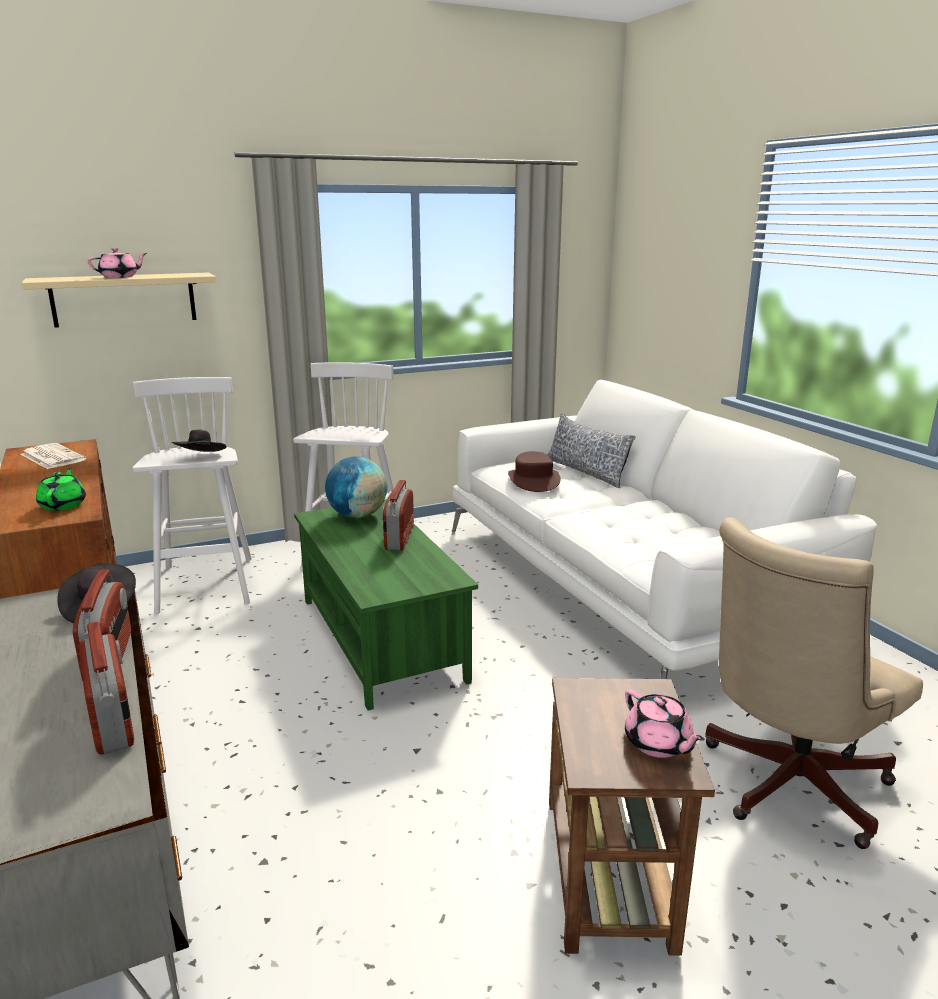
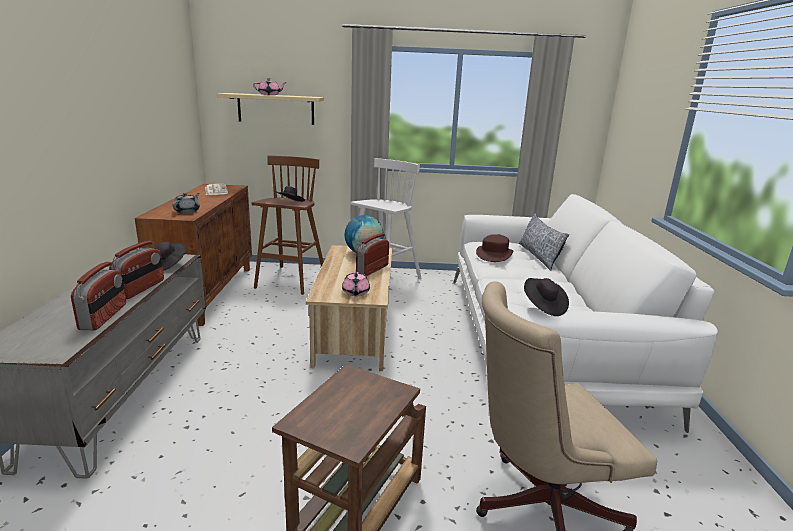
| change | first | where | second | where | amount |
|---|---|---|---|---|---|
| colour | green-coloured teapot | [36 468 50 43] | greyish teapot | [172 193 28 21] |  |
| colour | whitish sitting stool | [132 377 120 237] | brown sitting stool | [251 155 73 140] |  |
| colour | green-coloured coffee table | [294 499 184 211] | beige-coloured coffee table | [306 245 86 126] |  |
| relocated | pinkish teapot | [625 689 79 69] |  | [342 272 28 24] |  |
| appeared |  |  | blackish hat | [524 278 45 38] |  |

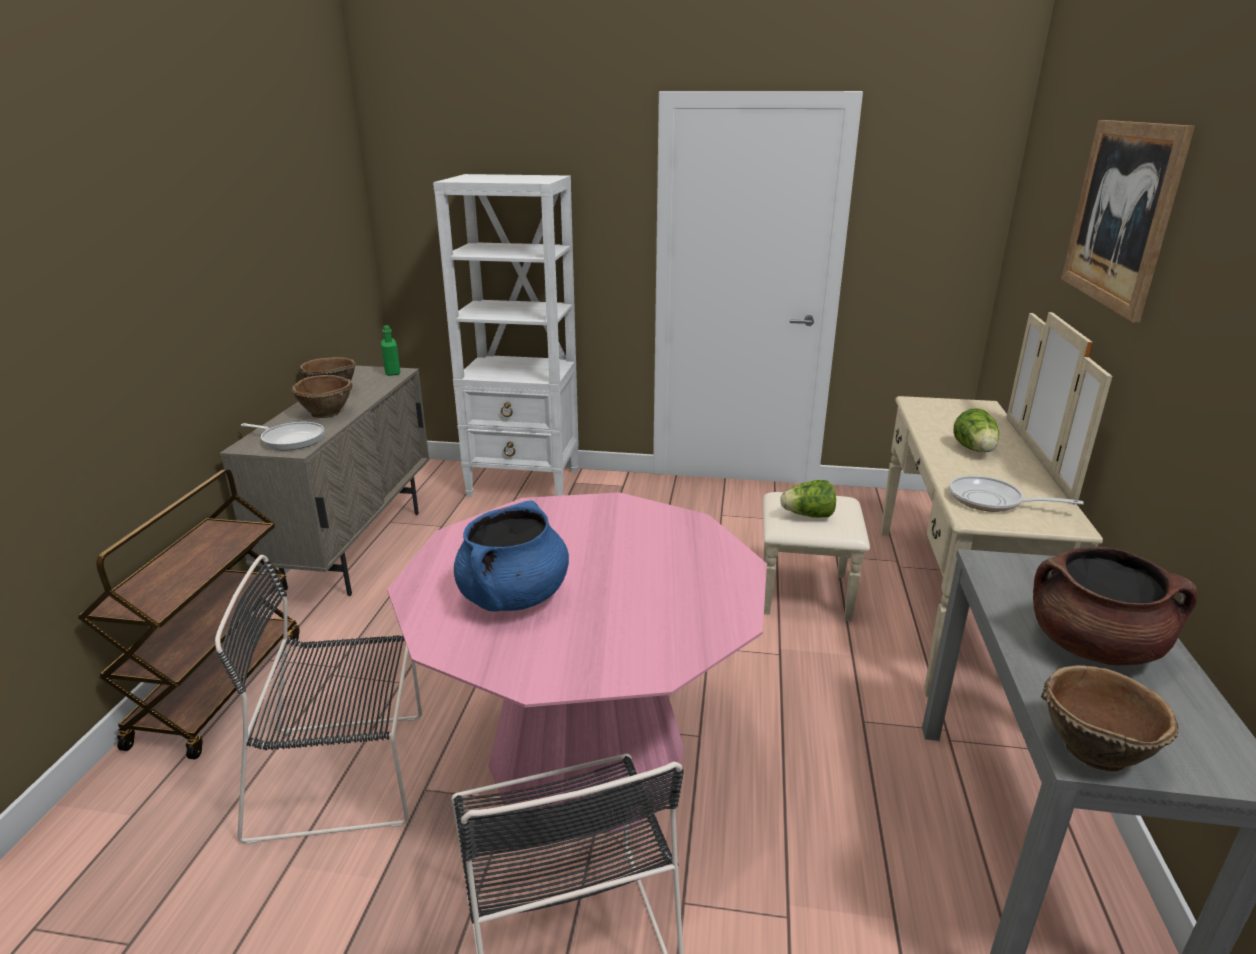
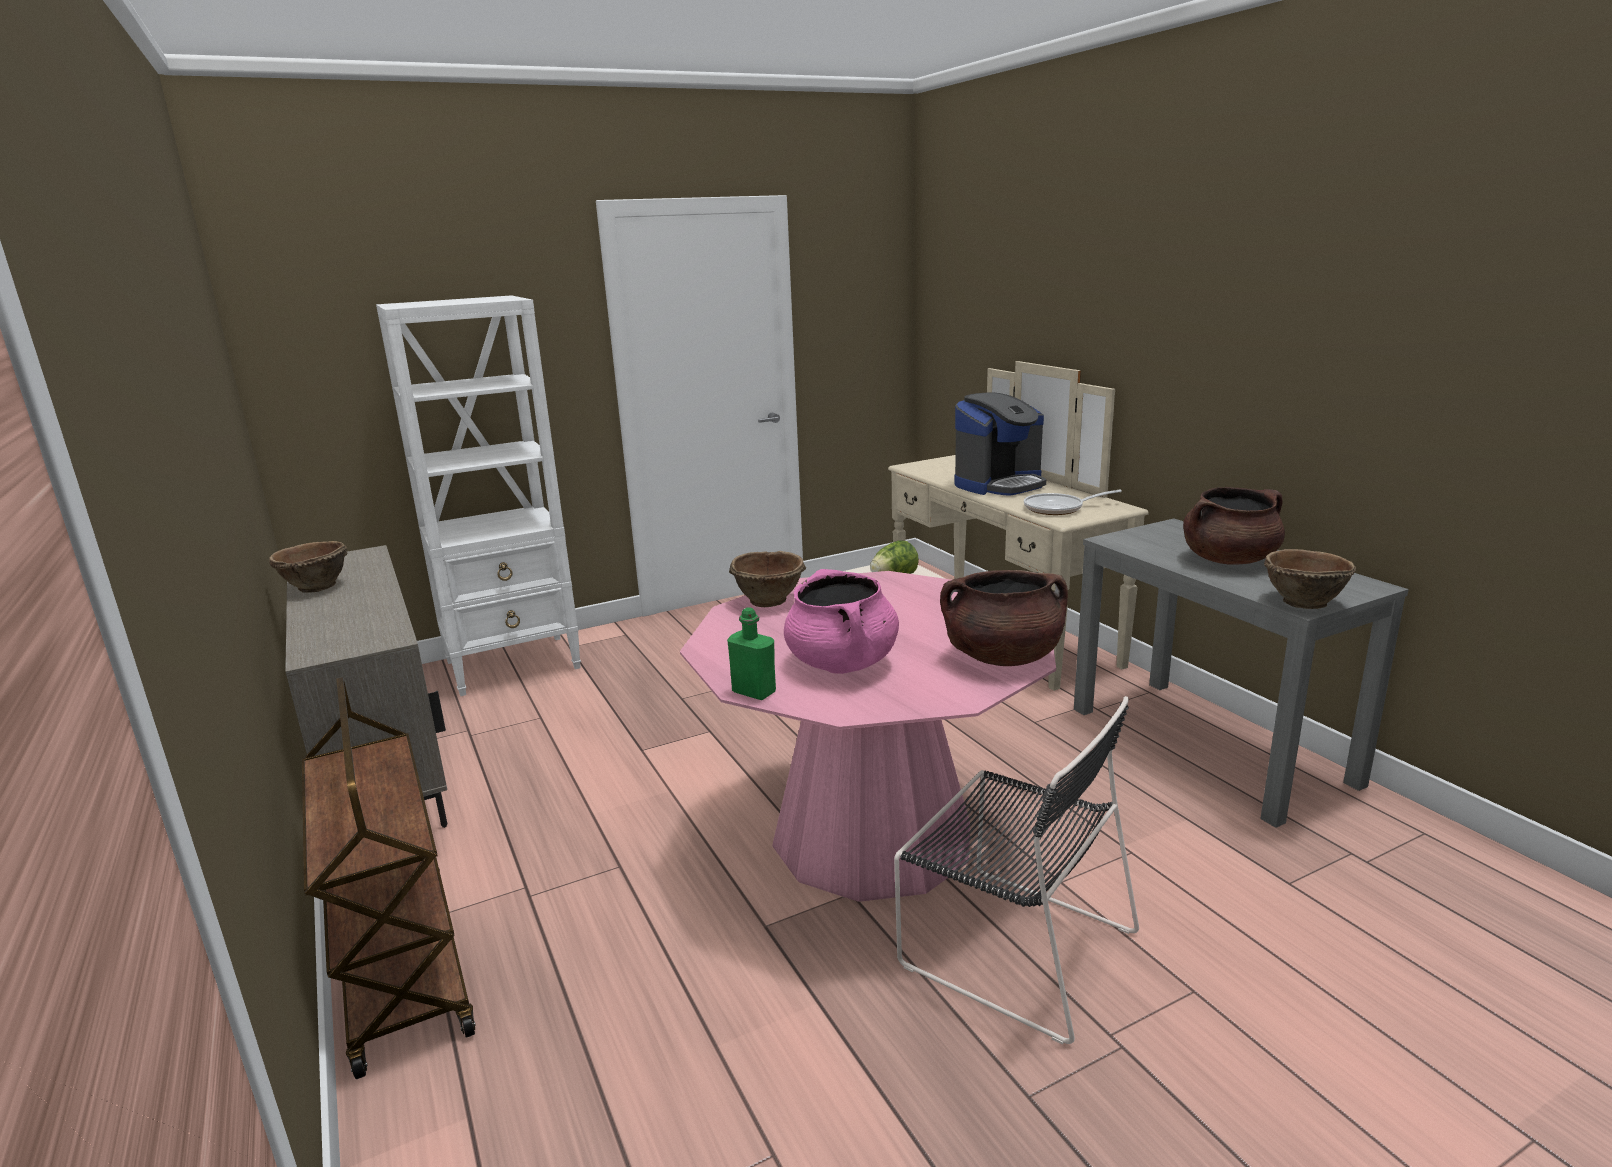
| change | first | where | second | where | amount |
|---|---|---|---|---|---|
| relocated | green-coloured beverage bottle | [381 325 19 51] |  | [727 607 49 93] |  |
| relocated | brown serving bowl | [291 375 61 43] |  | [729 551 77 56] |  |
| colour | bluish stockpot | [454 500 115 111] | pinkish stockpot | [784 569 115 105] |  |
| appeared |  |  | brown stockpot | [940 570 128 96] |  |
| exchanged | head of lettuce | [953 408 46 44] | coffee machine | [954 393 92 103] |  |
| missing | blackish upright chair | [215 555 207 289] |  |  |  |
| missing | frying pan | [241 422 83 28] |  |  |  |
| missing | wall art | [1061 120 134 203] |  |  |  |

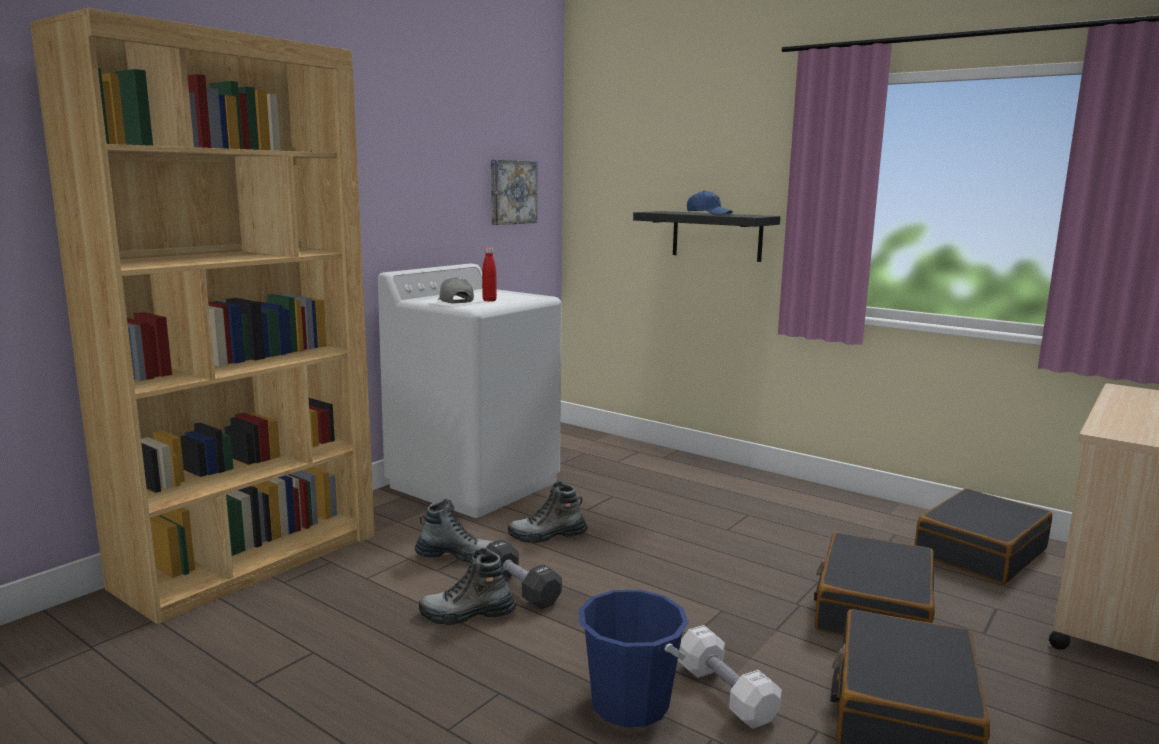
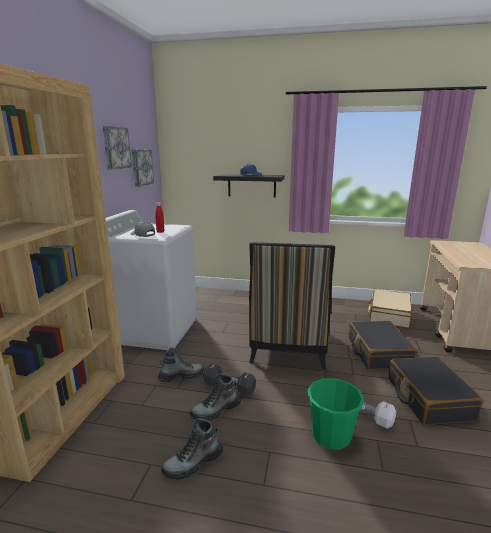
| change | first | where | second | where | amount |
|---|---|---|---|---|---|
| appeared |  |  | wall art | [103 126 29 44] |  |
| relocated | tall boot | [508 481 79 62] |  | [162 418 61 62] |  |
| appeared |  |  | upright chair | [249 242 86 128] |  |
| colour | bluish pail | [579 590 110 137] | green-coloured pail | [307 378 58 71] |  |
| colour | blackish suitcase | [915 489 137 95] | beige-coloured suitcase | [368 289 44 39] |  |

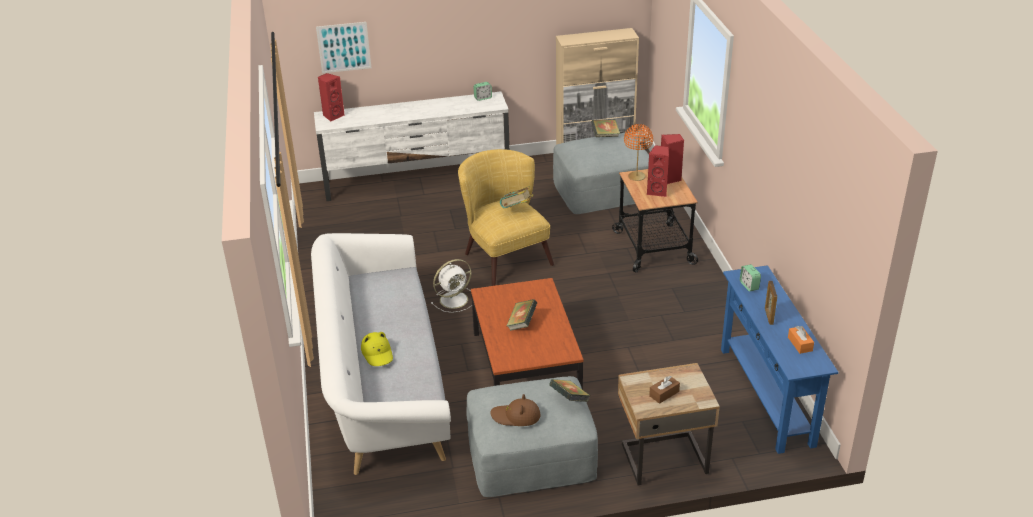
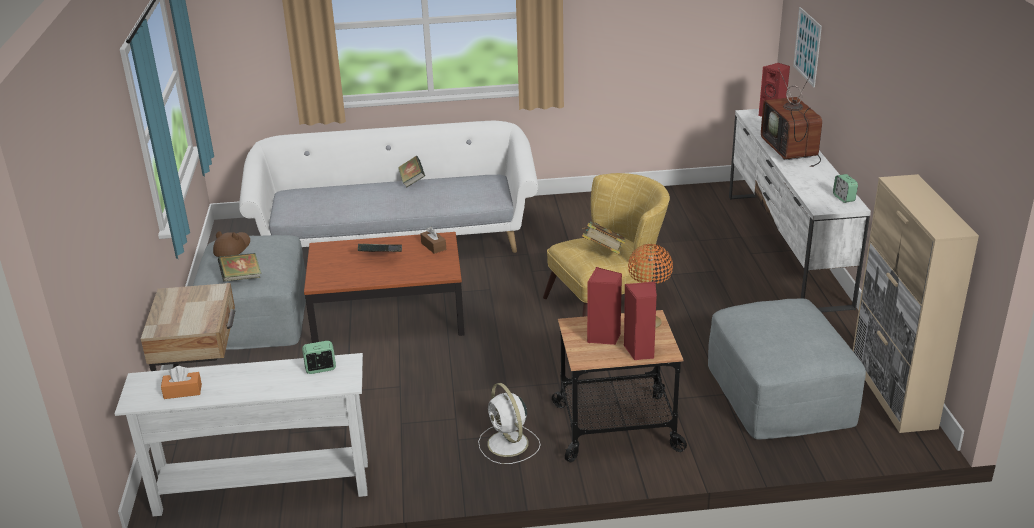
| change | first | where | second | where | amount |
|---|---|---|---|---|---|
| colour | bluish hall table | [721 265 118 189] | whitish hall table | [114 353 254 163] |  |
| relocated | volume | [591 119 29 18] |  | [398 156 27 32] |  |
| relocated | brown tissue box | [649 376 31 28] |  | [420 226 26 28] |  |
| relocated | whitish fan | [431 259 41 54] |  | [478 383 62 81] |  |
| appeared |  |  | TV | [761 68 61 99] |  |
| missing | yellow-coloured hat | [361 332 32 34] |  |  |  |
| missing | photo frame | [765 281 12 44] |  |  |  |

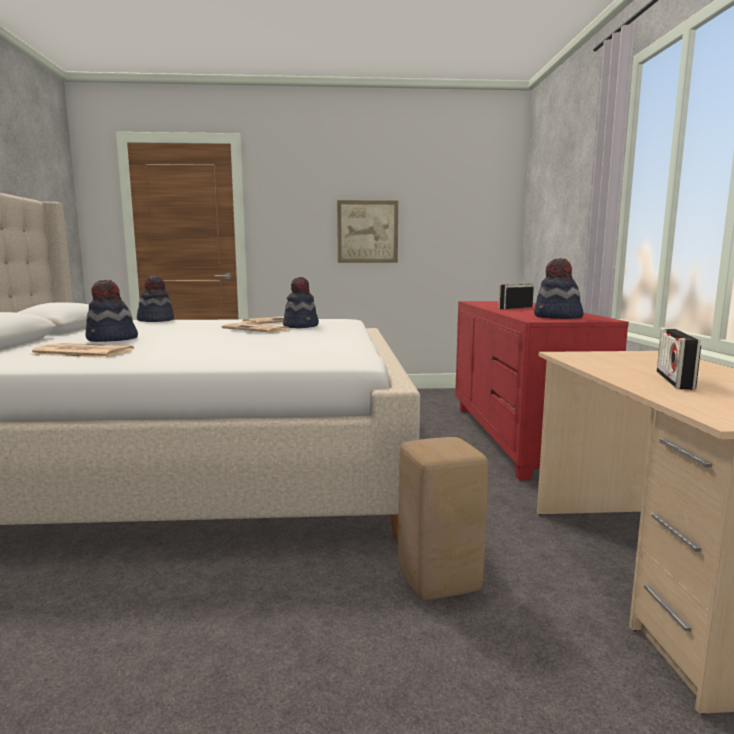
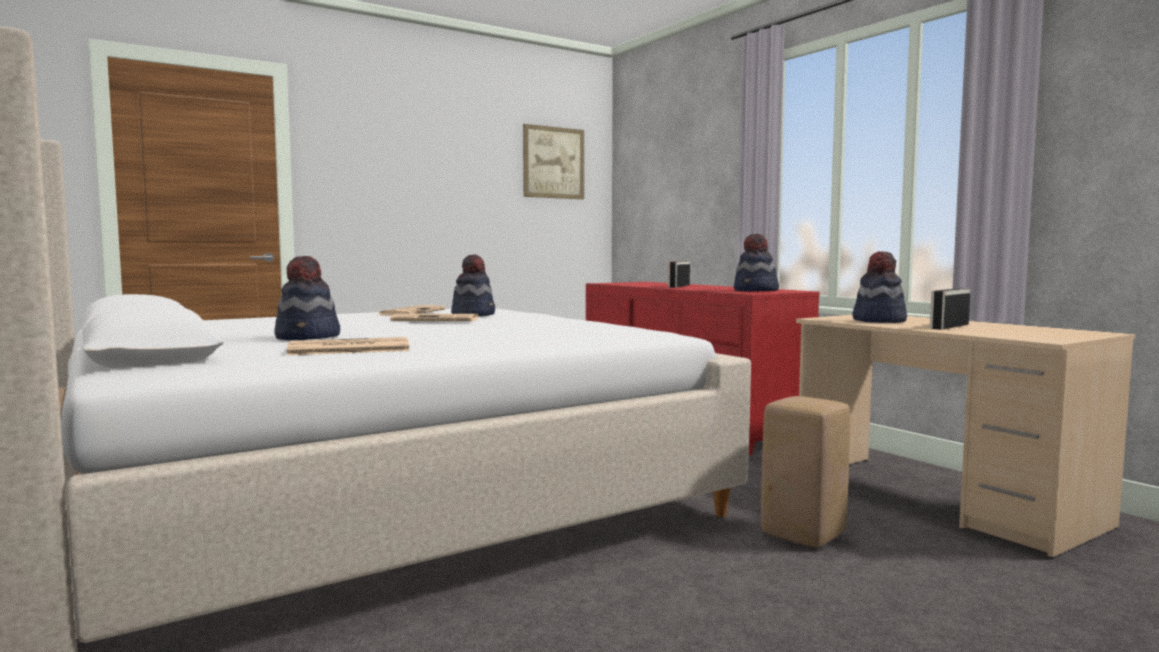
| change | first | where | second | where | amount |
|---|---|---|---|---|---|
| relocated | wall art | [337 200 61 63] |  | [523 124 61 75] |  |
| relocated | hat | [137 276 37 46] |  | [853 251 54 72] |  |
| spun | radio set | [657 329 44 61] |  | [930 288 40 42] | 60 degrees clockwise |

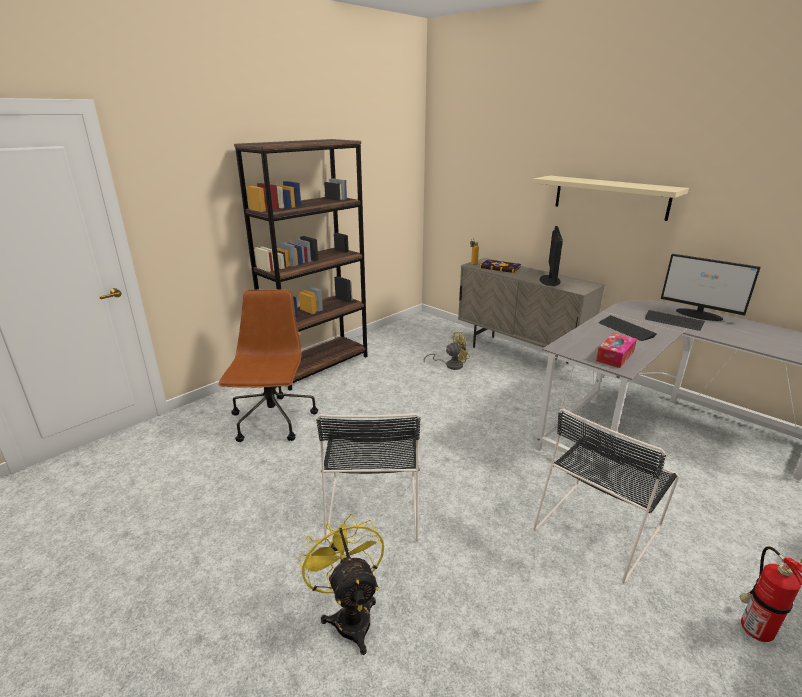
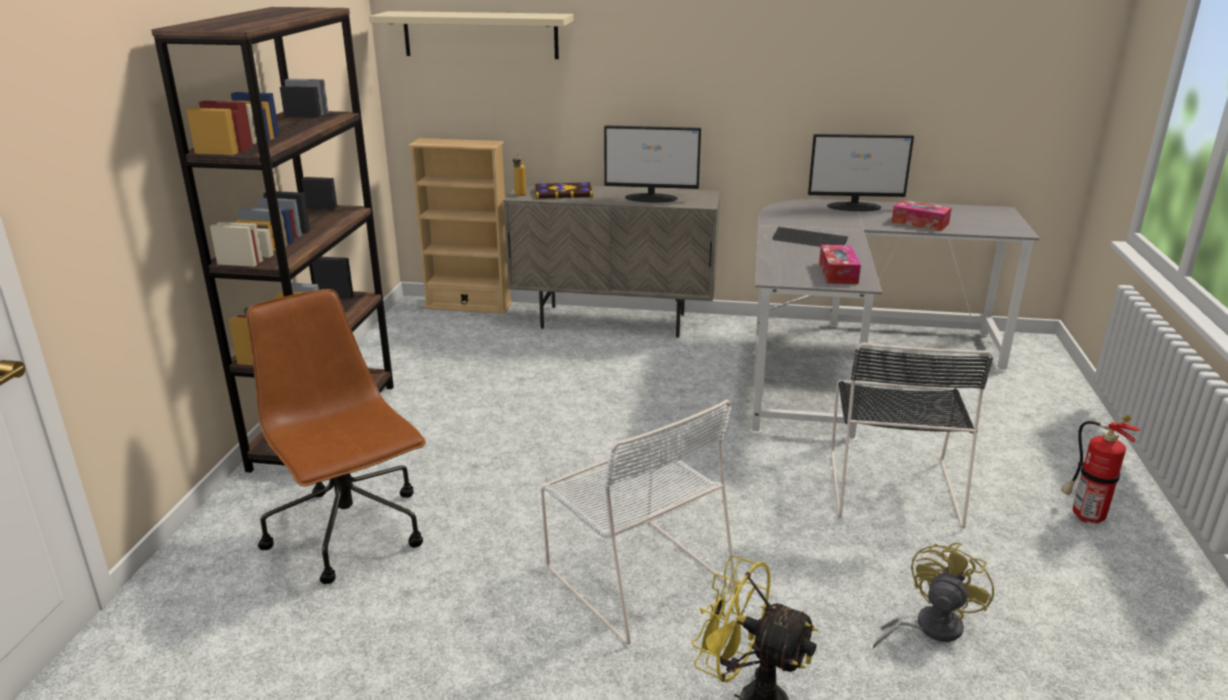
| change | first | where | second | where | amount |
|---|---|---|---|---|---|
| relocated | beige-coloured bracket shelf | [532 176 157 45] |  | [369 11 205 48] |  |
| appeared |  |  | beige-coloured bookcase | [408 138 104 176] |  |
| colour | blackish upright chair | [316 413 104 129] | whitish upright chair | [541 400 195 245] |  |
| spun | computer display | [540 226 23 60] |  | [604 125 97 77] | 120 degrees clockwise |
| relocated | yellow-coloured fan | [424 332 46 38] |  | [873 542 121 107] |  |
| appeared |  |  | tissue box | [892 200 60 31] |  |
| missing | PC keyboard | [645 310 60 21] |  |  |  |

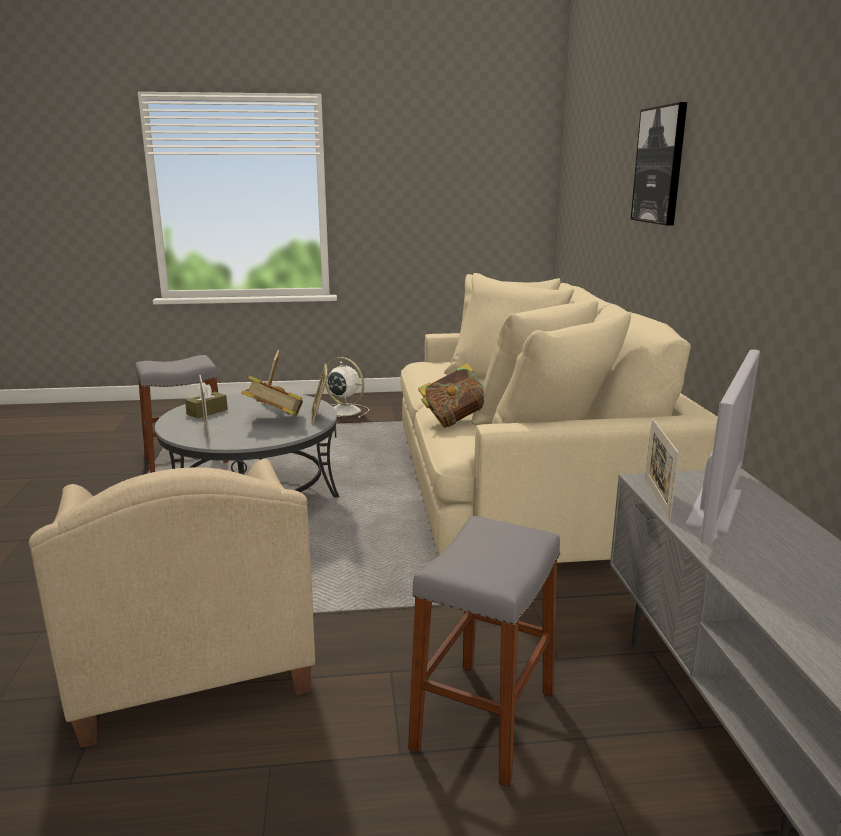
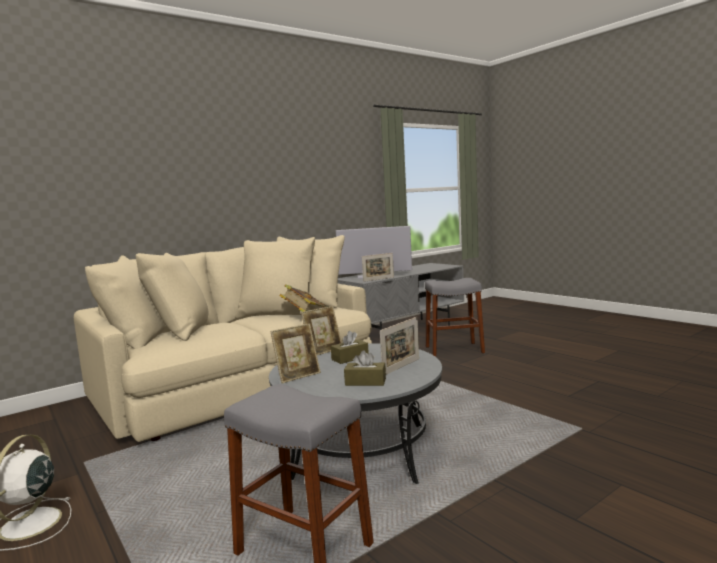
| change | first | where | second | where | amount |
|---|---|---|---|---|---|
| exchanged | volume | [241 376 62 40] | brown tissue box | [331 331 38 33] |  |
| missing | beige-coloured armchair | [29 459 286 289] |  |  |  |
| missing | wall art | [630 102 57 123] |  |  |  |

